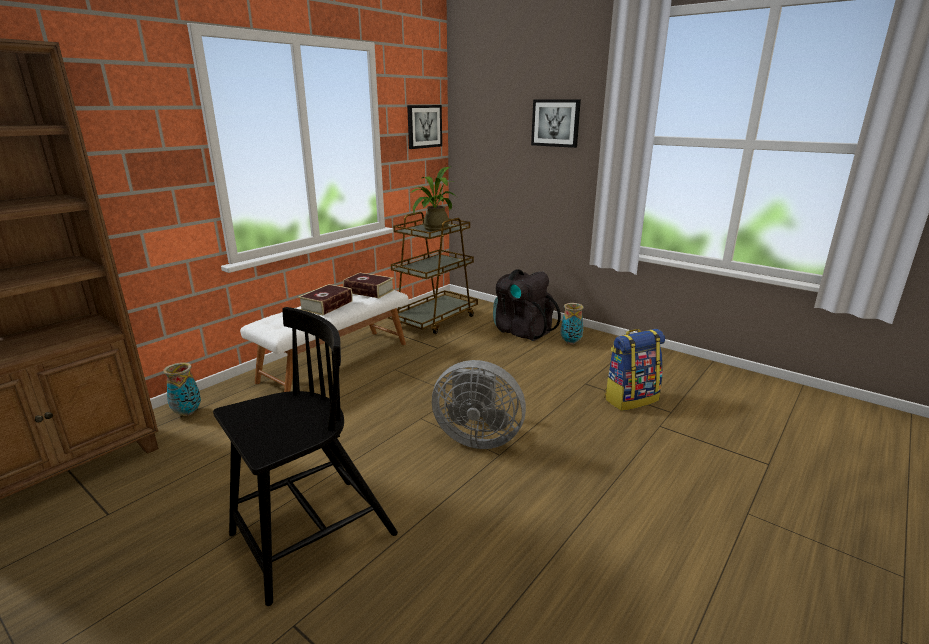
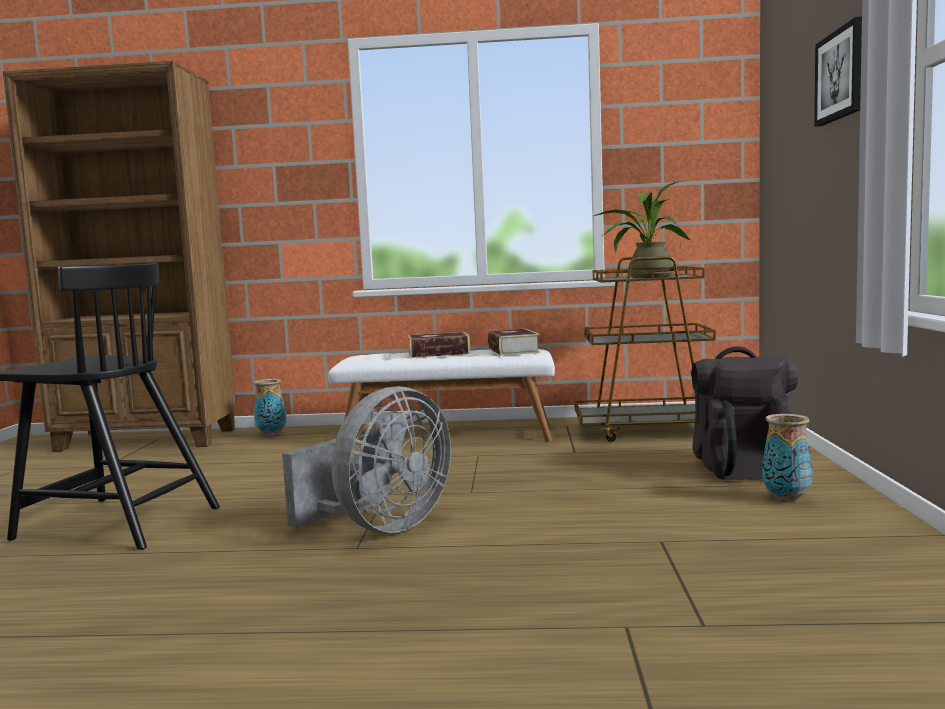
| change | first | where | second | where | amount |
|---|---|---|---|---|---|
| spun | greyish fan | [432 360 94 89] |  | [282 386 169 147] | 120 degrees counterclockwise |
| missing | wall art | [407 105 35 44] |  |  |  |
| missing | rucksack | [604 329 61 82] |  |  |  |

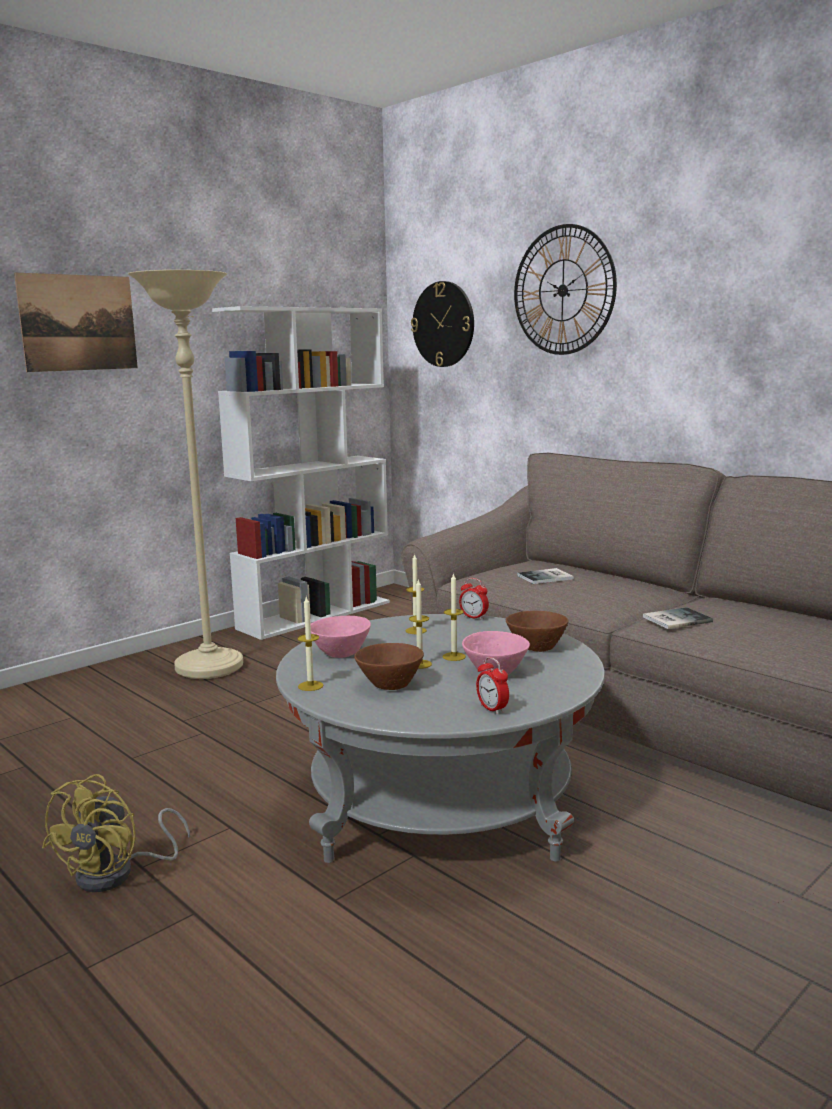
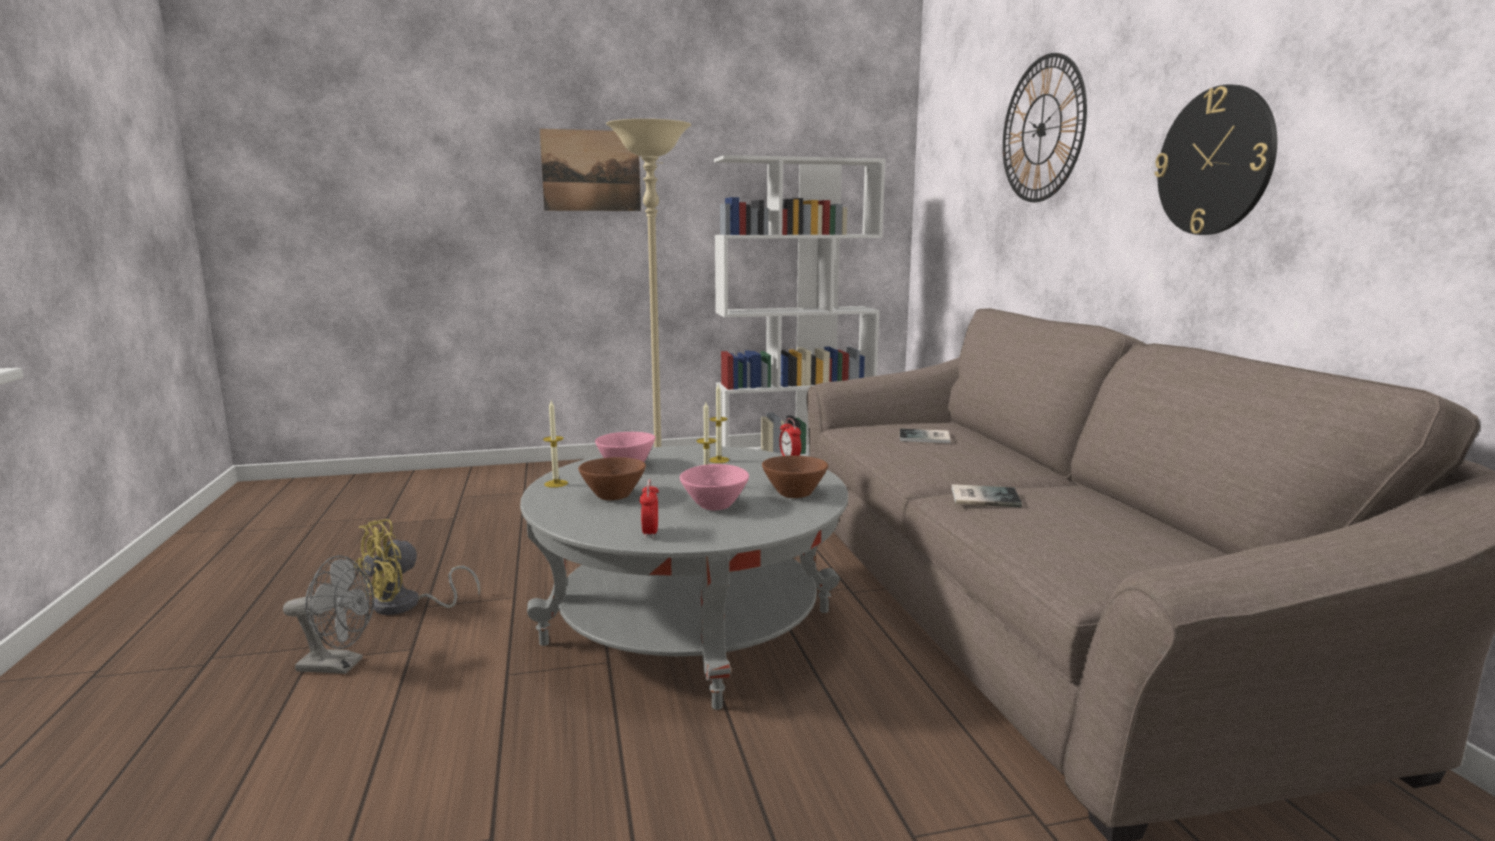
| change | first | where | second | where | amount |
|---|---|---|---|---|---|
| appeared |  |  | greyish fan | [283 555 91 119] |  |
| relocated | wall clock | [411 281 63 86] |  | [1154 84 123 151] |  |
| missing | wax light | [409 579 23 90] |  |  |  |

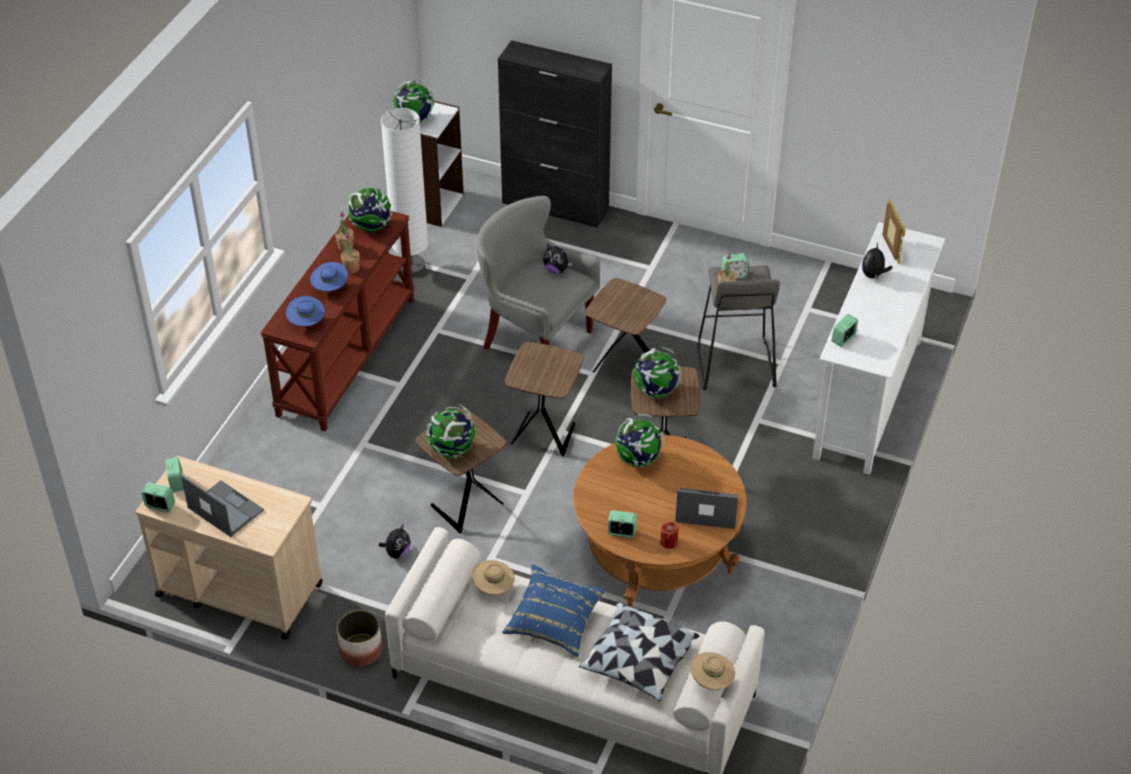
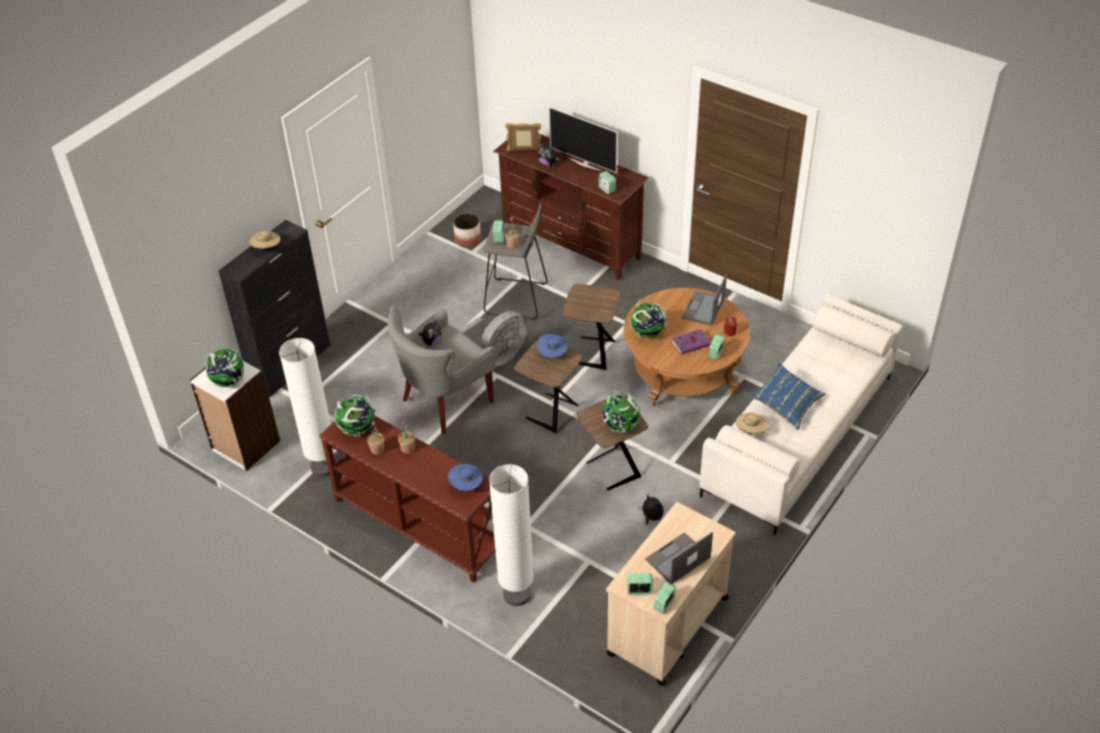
| change | first | where | second | where | amount |
|---|---|---|---|---|---|
| relocated | beige-coloured hat | [690 652 45 38] |  | [249 230 31 21] |  |
| relocated | plant pot | [337 610 45 56] |  | [453 213 28 35] |  |
| exchanged | brown end table | [585 278 81 95] | greyish fan | [459 311 68 55] |  |
| appeared |  |  | whitish floor lamp | [489 464 45 142] |  |
| colour | whitish media console | [812 222 133 253] | brown media console | [493 133 156 147] |  |
| relocated | bluish hat | [310 262 38 29] |  | [537 334 30 24] |  |
| appeared |  |  | TV | [549 107 69 66] |  |
| appeared |  |  | purple-coloured volume | [672 329 40 26] |  |
| missing | pillow | [579 603 120 98] |  |  |  |
| missing | desk globe | [634 347 47 51] |  |  |  |

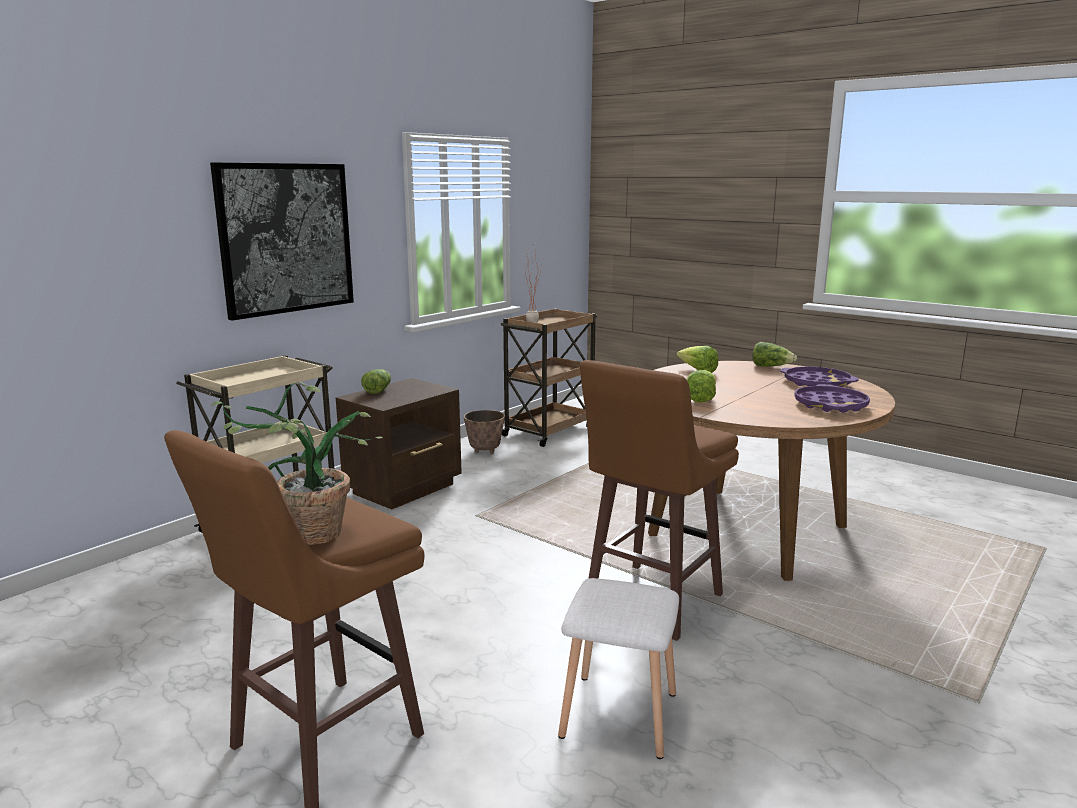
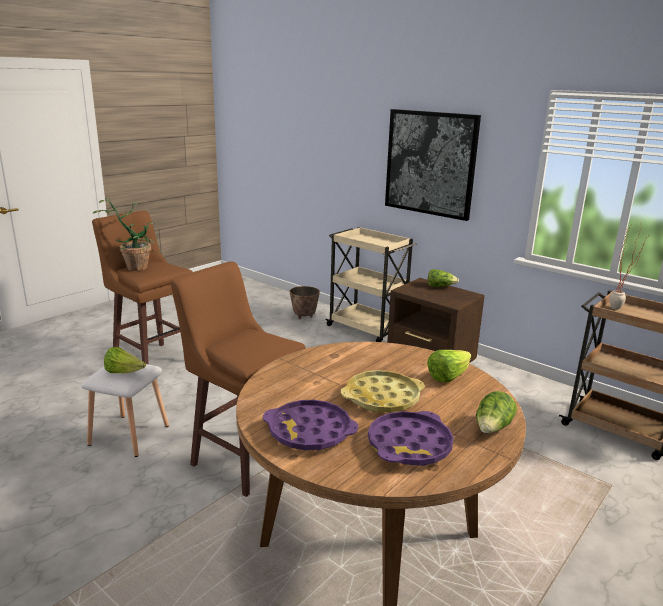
| change | first | where | second | where | amount |
|---|---|---|---|---|---|
| relocated | head of lettuce | [686 370 30 33] |  | [104 347 42 27] |  |
| relocated | plant pot | [464 410 41 44] |  | [289 286 31 33] |  |
| appeared |  |  | yellow-coloured carrying tray | [340 370 85 43] |  |

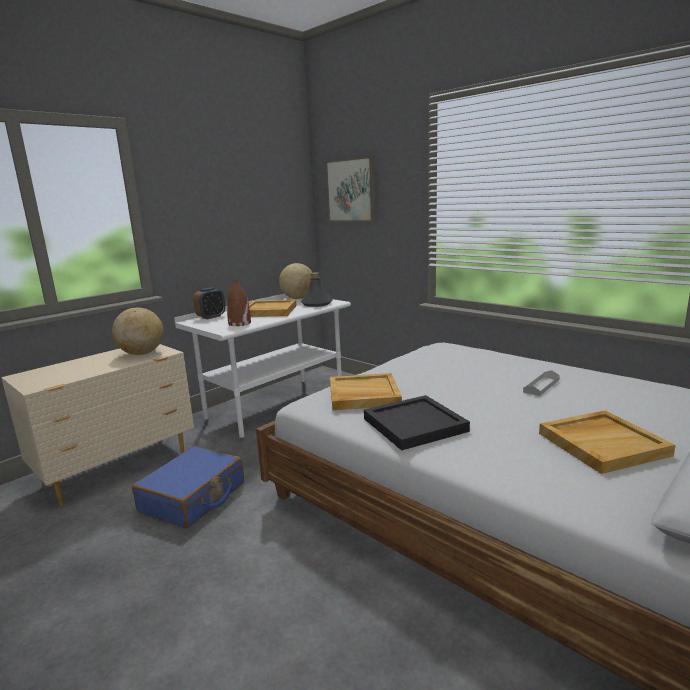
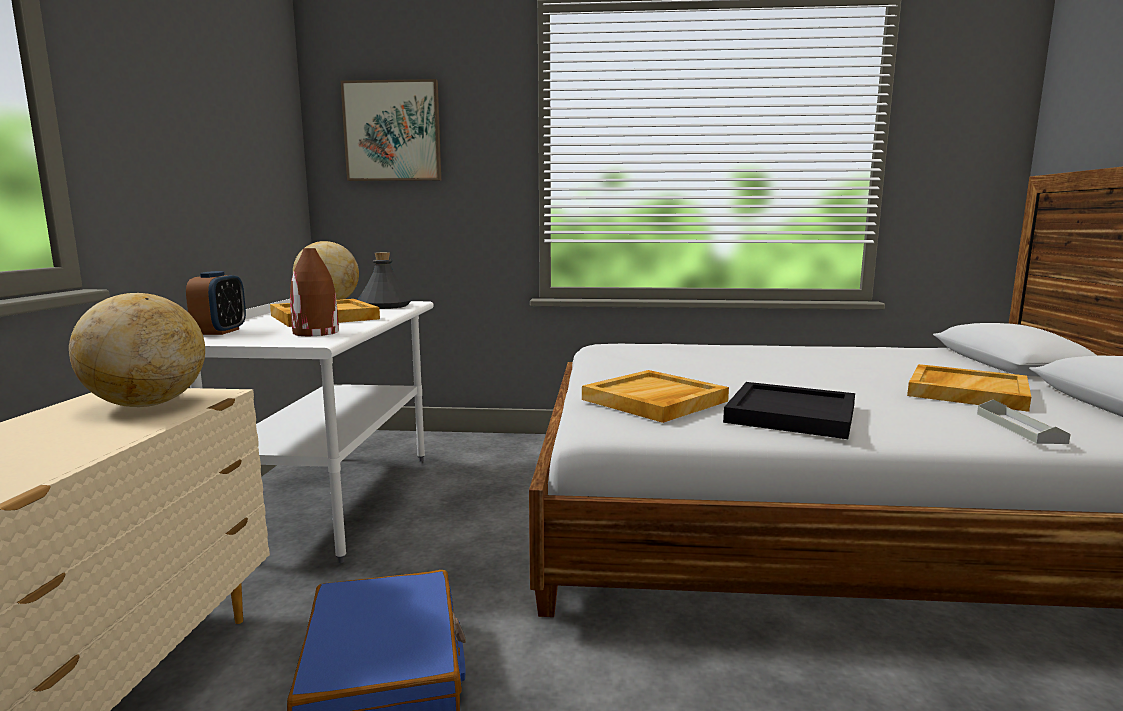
| change | first | where | second | where | amount |
|---|---|---|---|---|---|
| relocated | greyish carrying tray | [523 370 37 26] |  | [977 399 94 45] |  |

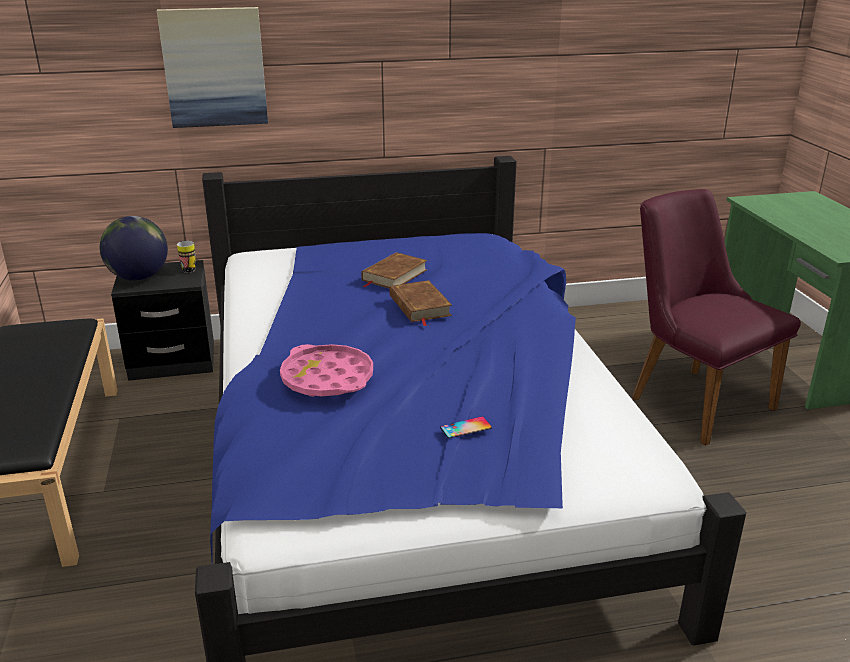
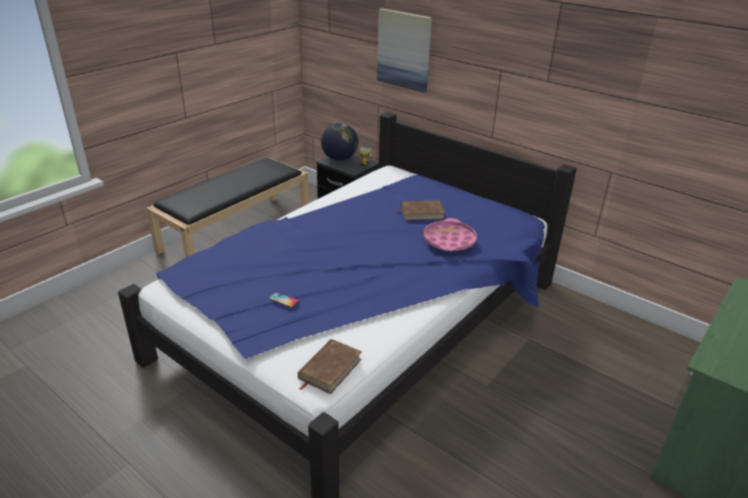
| change | first | where | second | where | amount |
|---|---|---|---|---|---|
| relocated | brown volume | [389 280 63 46] |  | [298 339 64 55] |  |
| relocated | pinkish carrying tray | [280 344 93 53] |  | [423 218 54 33] |  |
| missing | purple-coloured upright chair | [632 189 169 257] |  |  |  |

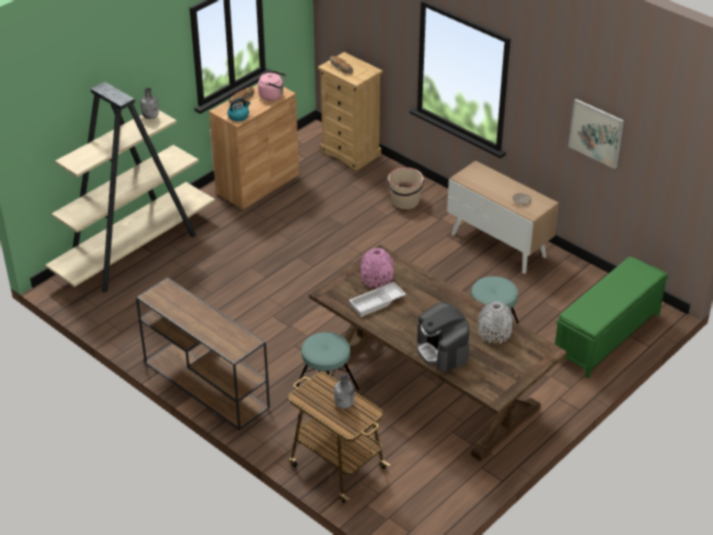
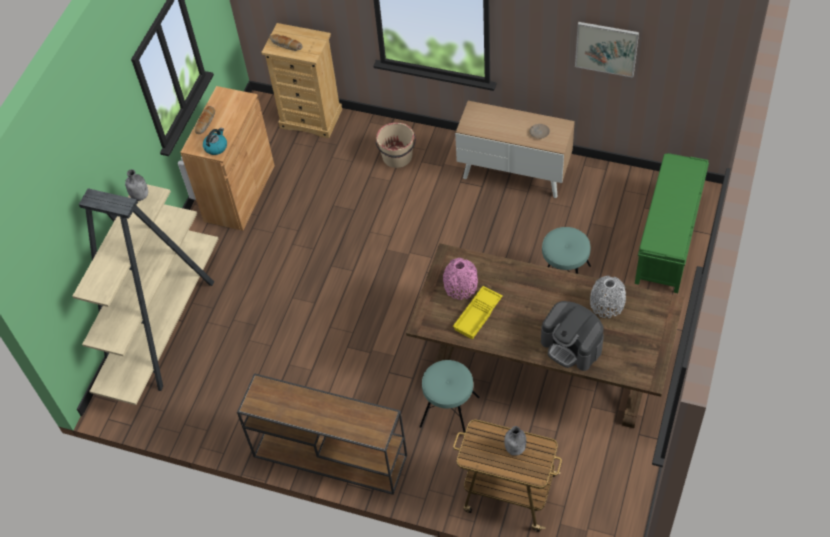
| change | first | where | second | where | amount |
|---|---|---|---|---|---|
| colour | whitish carrying tray | [349 282 57 35] | yellow-coloured carrying tray | [453 286 49 54] |  |
| missing | pinkish tea kettle | [258 71 28 30] |  |  |  |

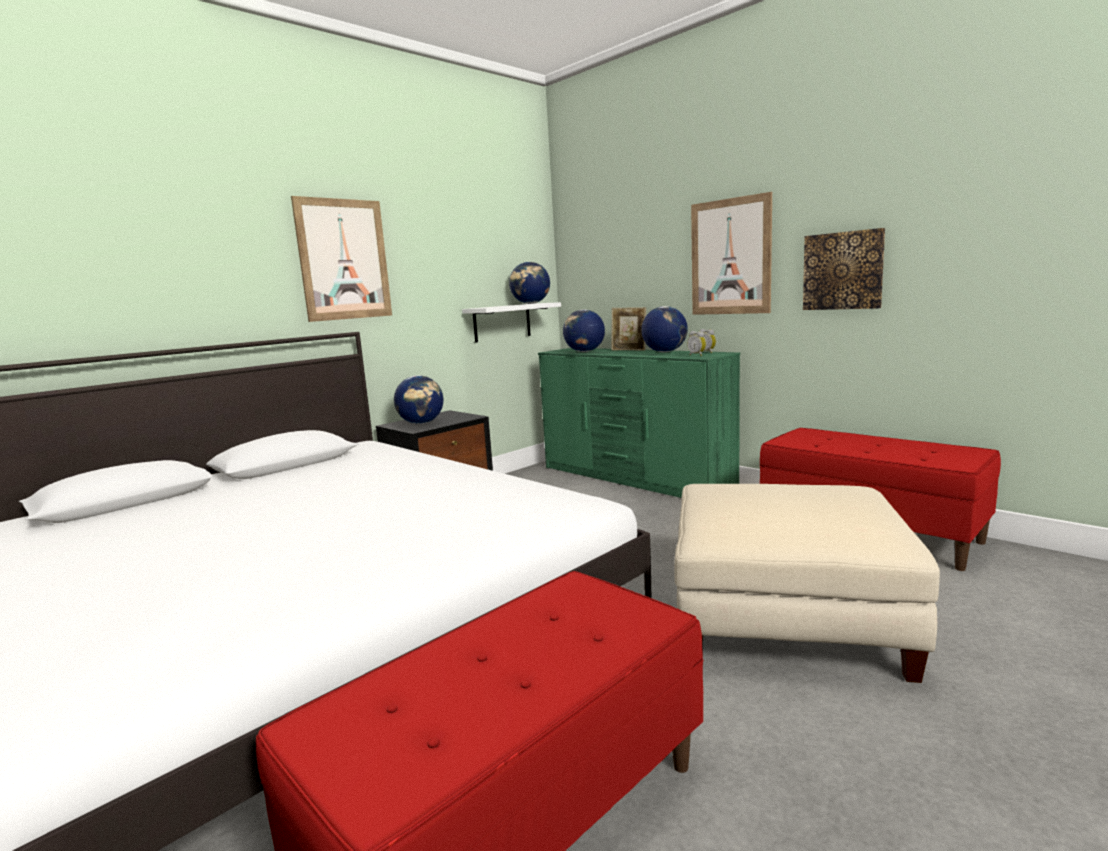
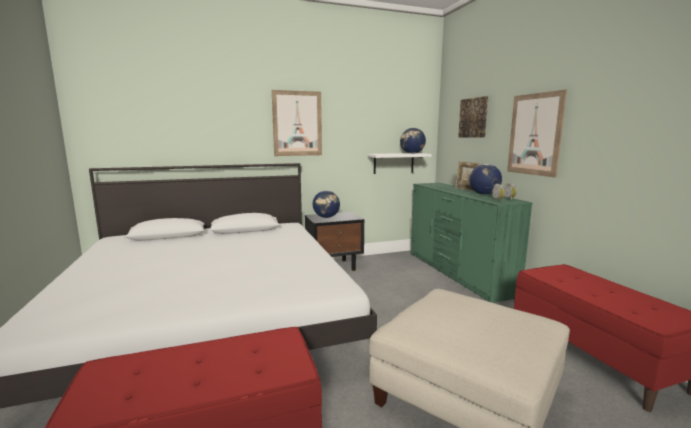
| change | first | where | second | where | amount |
|---|---|---|---|---|---|
| relocated | wall art | [803 228 82 82] |  | [458 96 31 42] |  |
| missing | desk globe | [563 309 42 43] |  |  |  |

